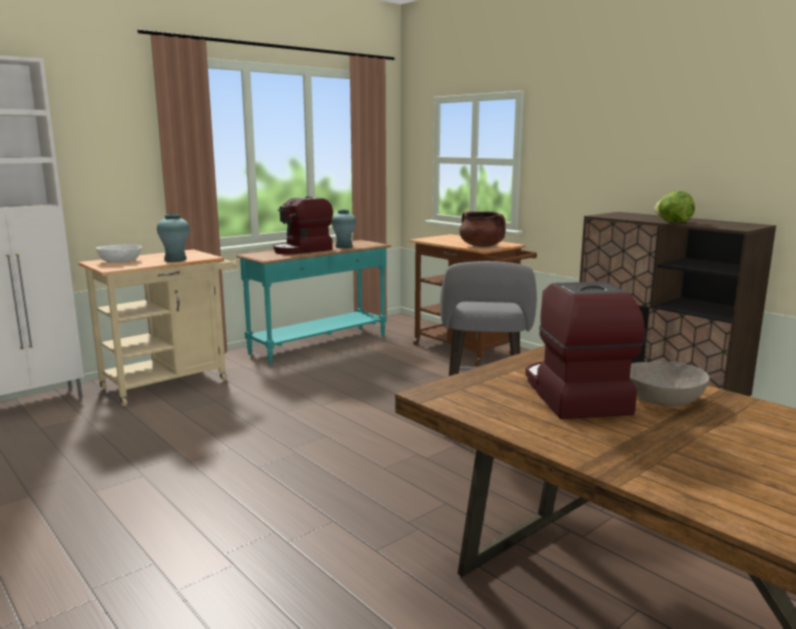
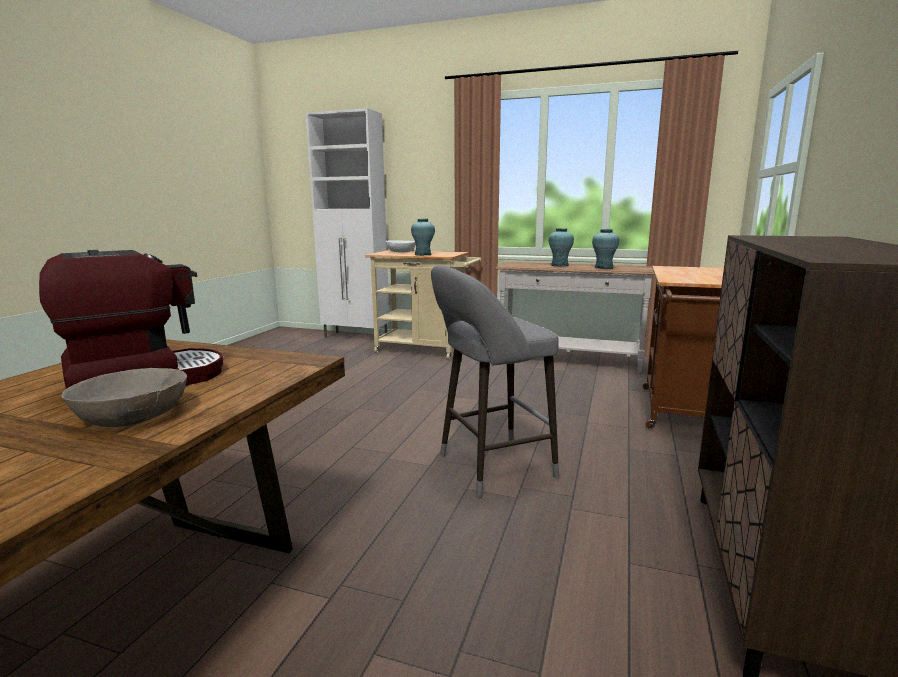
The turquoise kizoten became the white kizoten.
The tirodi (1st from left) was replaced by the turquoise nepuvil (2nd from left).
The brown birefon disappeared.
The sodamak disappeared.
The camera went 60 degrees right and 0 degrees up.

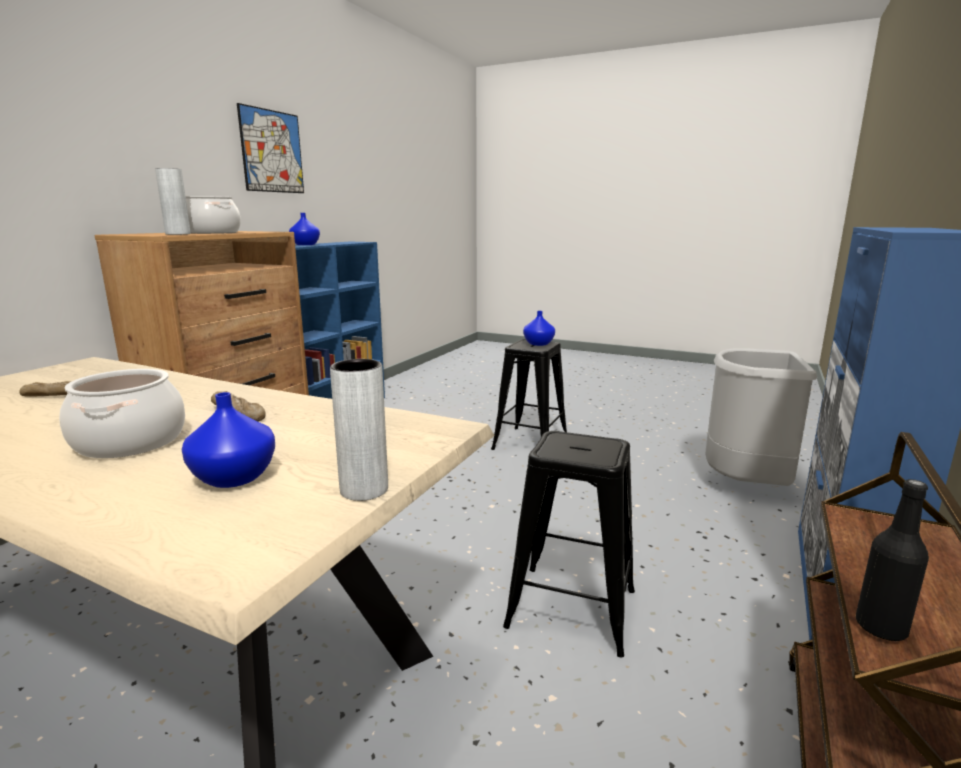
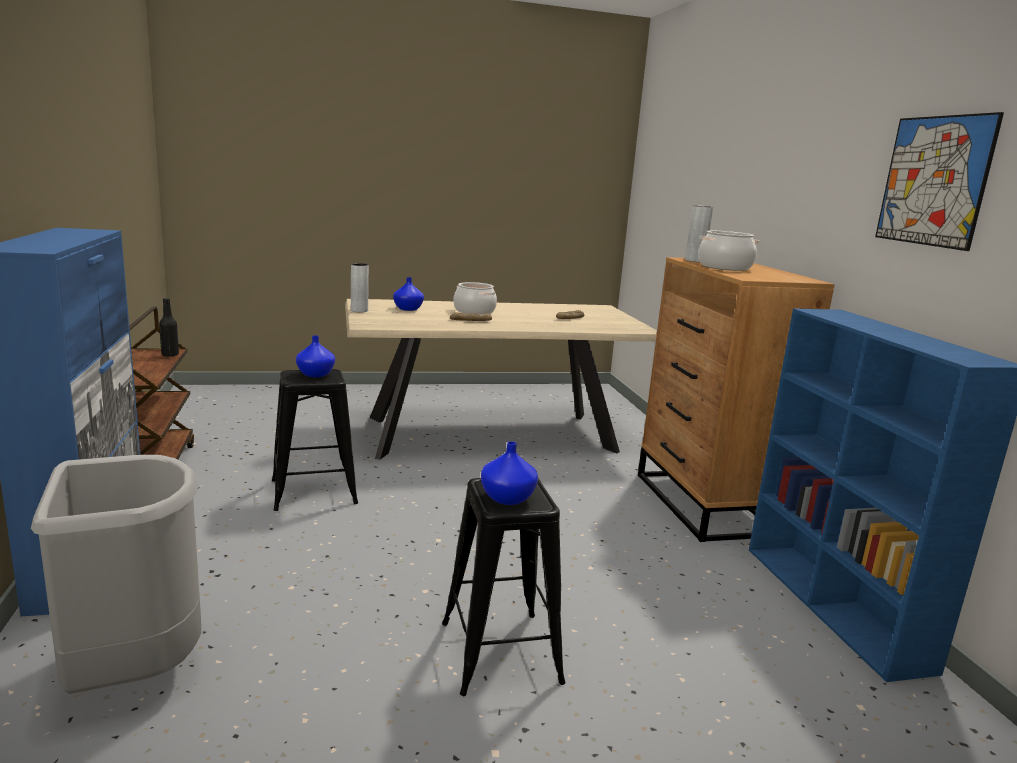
The blue nepuvil (2nd from left in the first image) moved.
The camera went 140 degrees right and 0 degrees up.

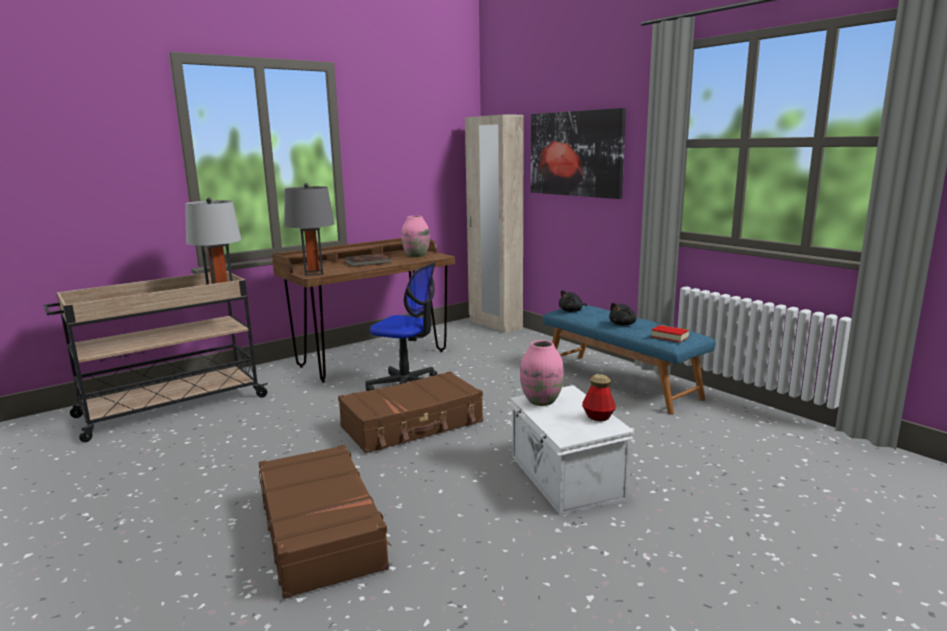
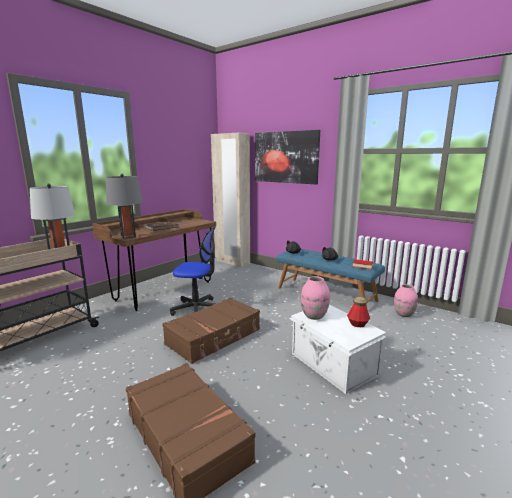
The pink nepuvil (1st from left in the first image) moved.
The camera went 15 degrees left and 0 degrees up.

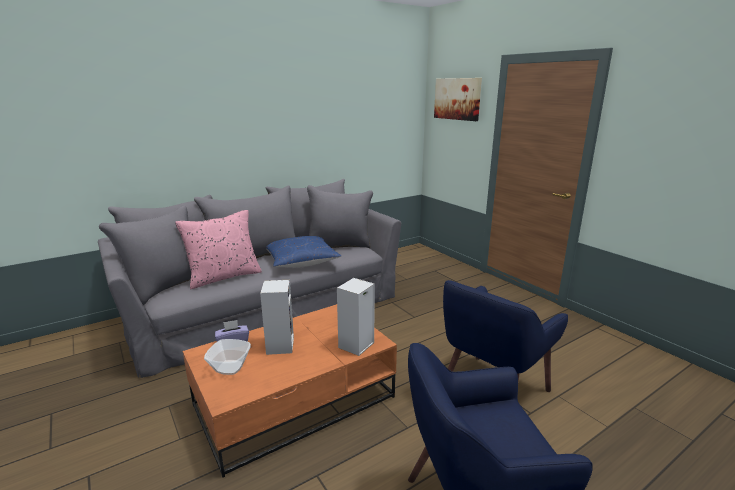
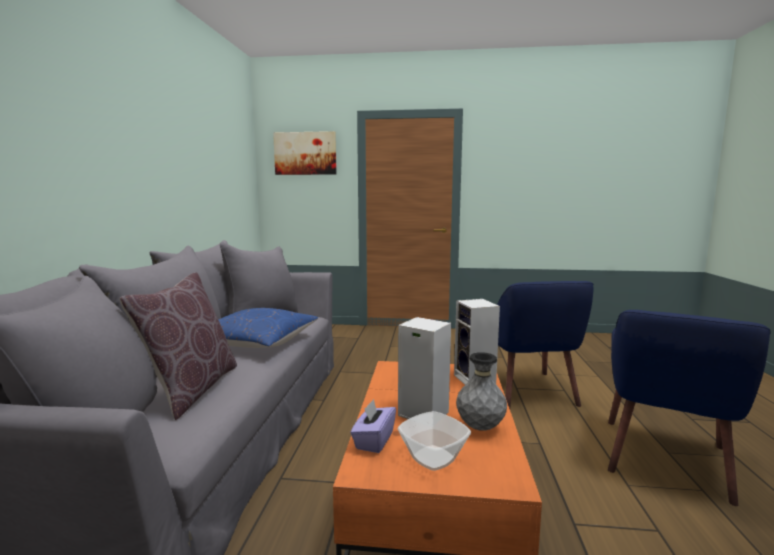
The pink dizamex became the brown dizamex.
The grey nepuvil appeared.
The camera went 50 degrees left and 10 degrees down.

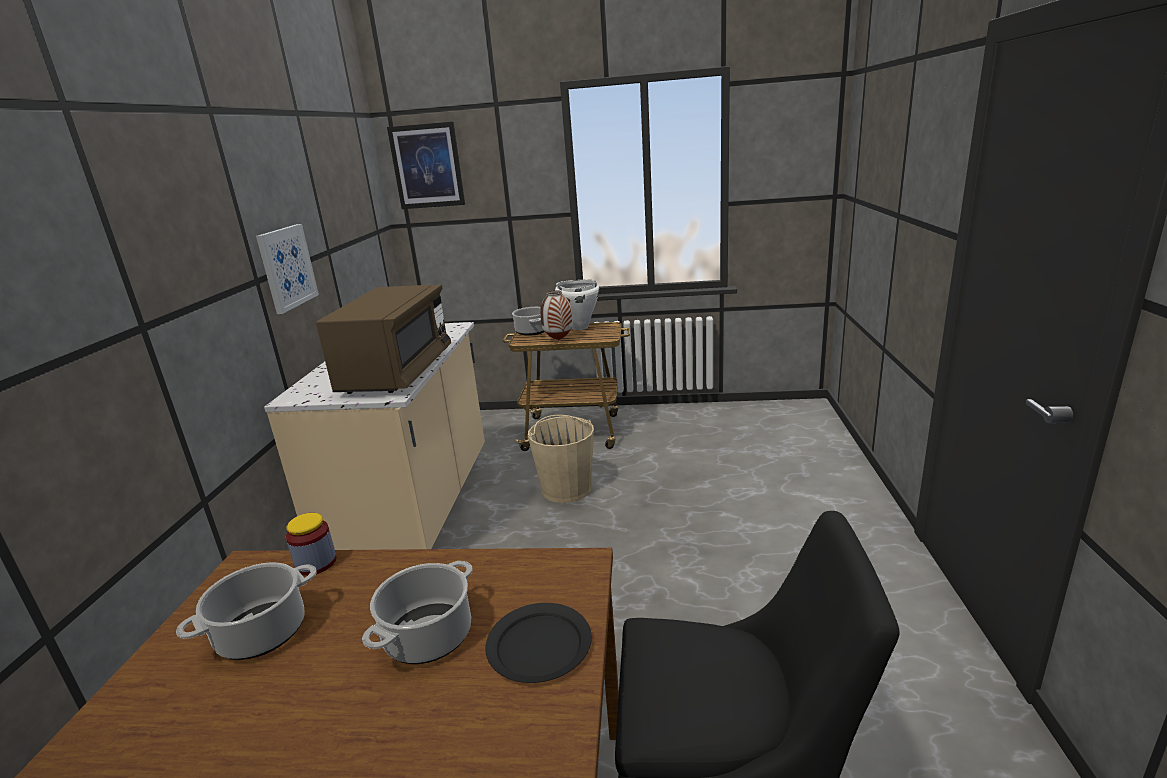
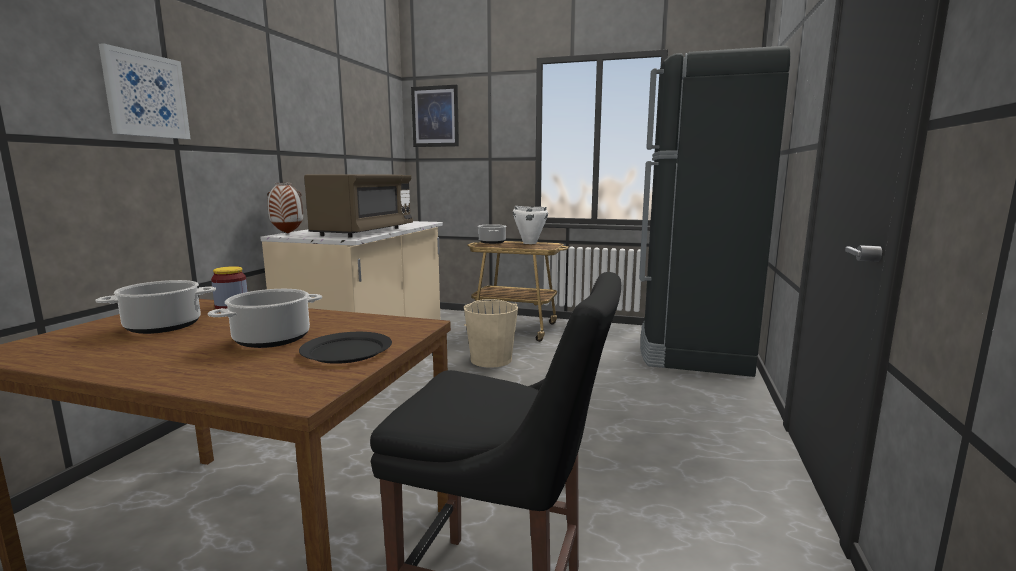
The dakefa (1st from left) moved.
The nepuvil moved.
The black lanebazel appeared.
The camera went 10 degrees right and 10 degrees down.

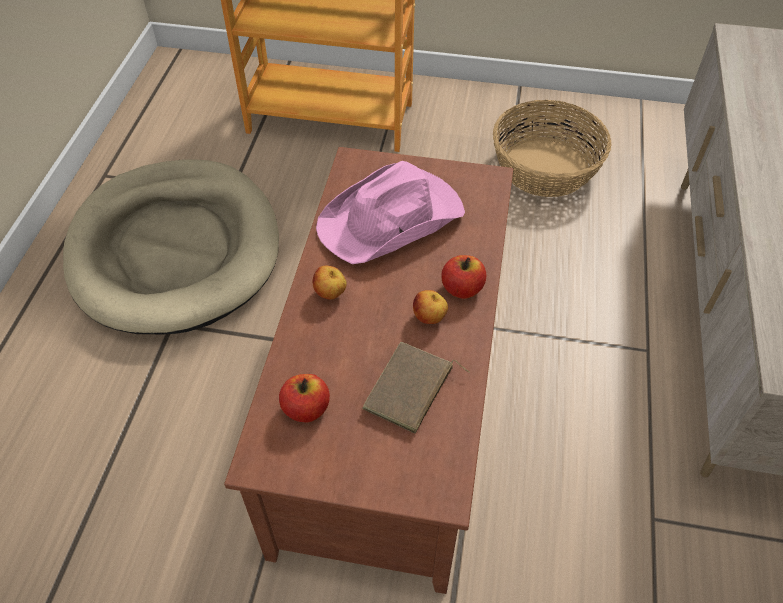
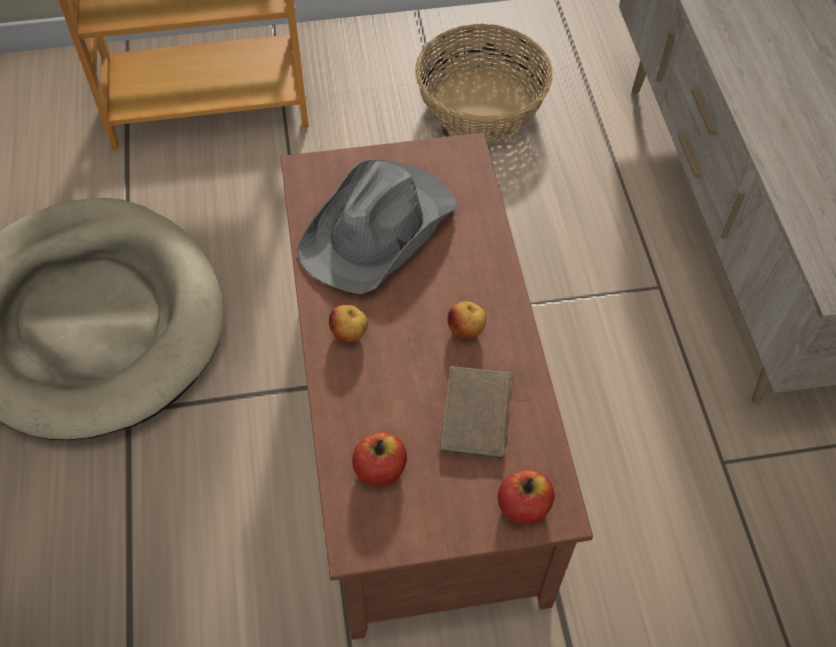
The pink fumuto became the grey fumuto.
The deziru (4th from left) moved.
The camera went 20 degrees left and 5 degrees up.

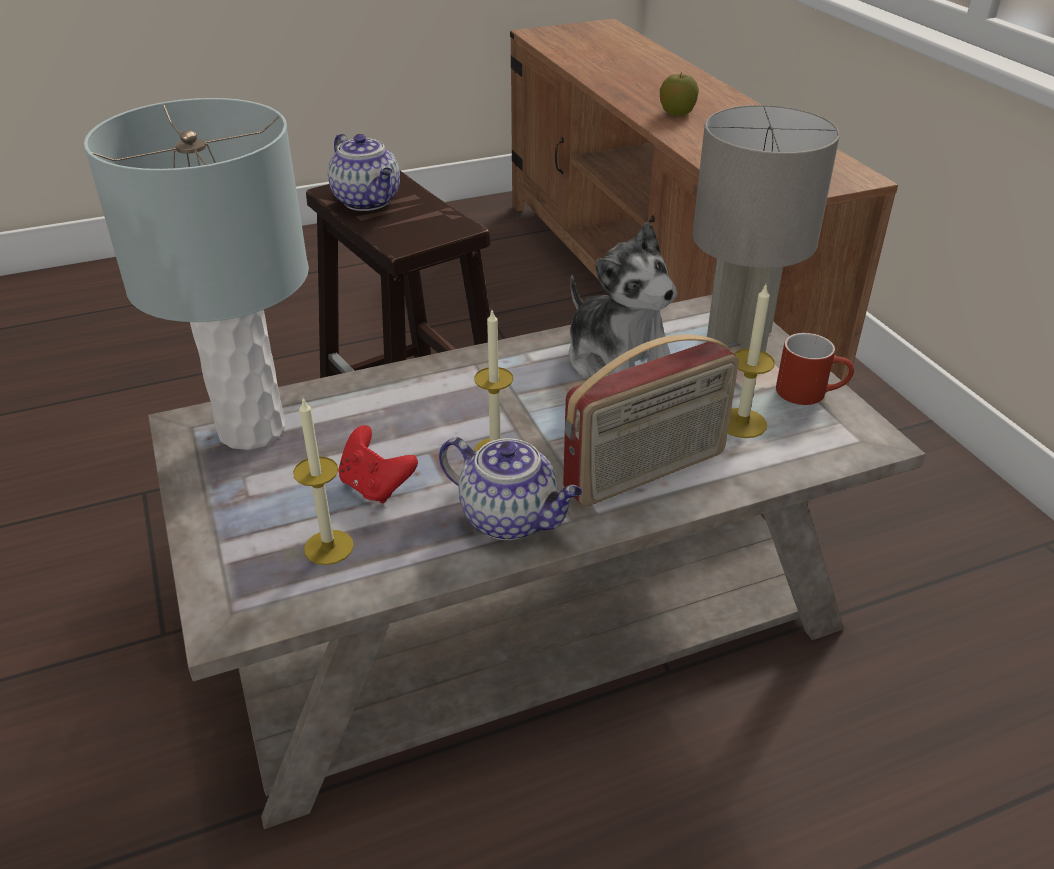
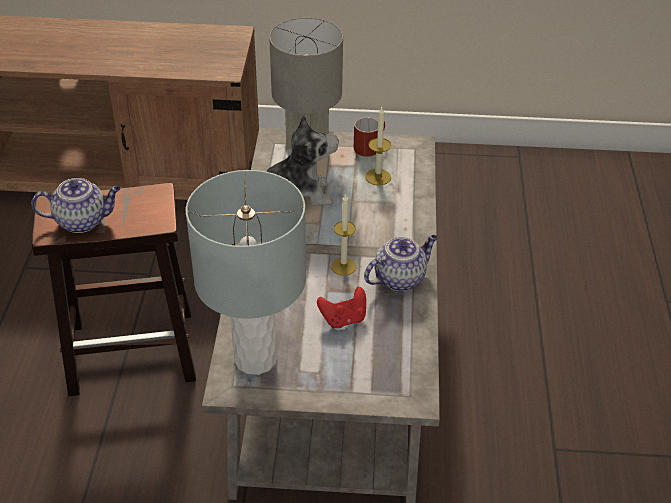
The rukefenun (1st from left) disappeared.
The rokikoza disappeared.
The deziru disappeared.
The camera went 65 degrees left and 5 degrees up.

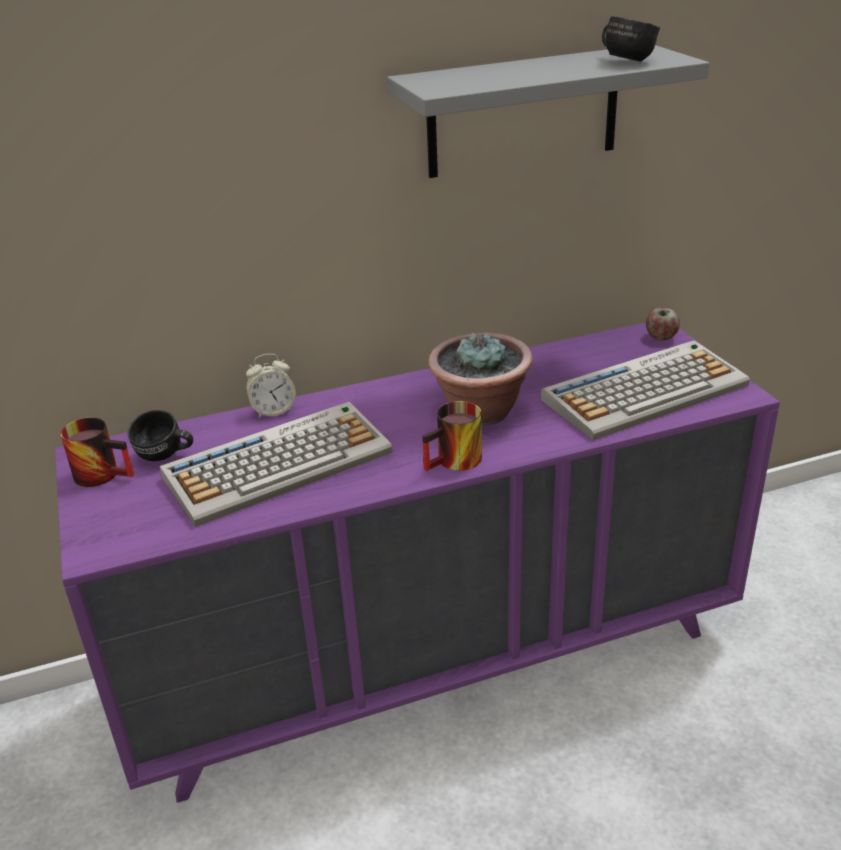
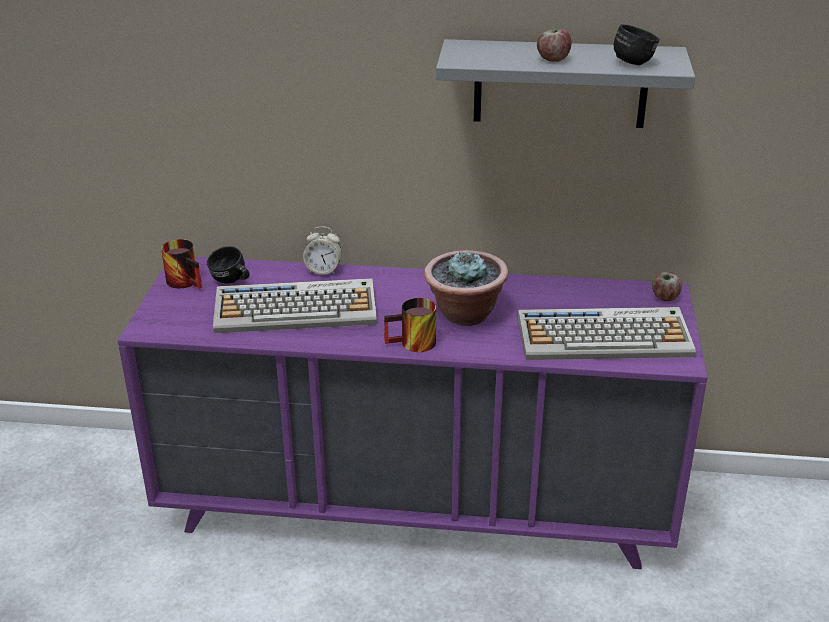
The deziru (1st from left) appeared.
The camera went 25 degrees right and 0 degrees up.

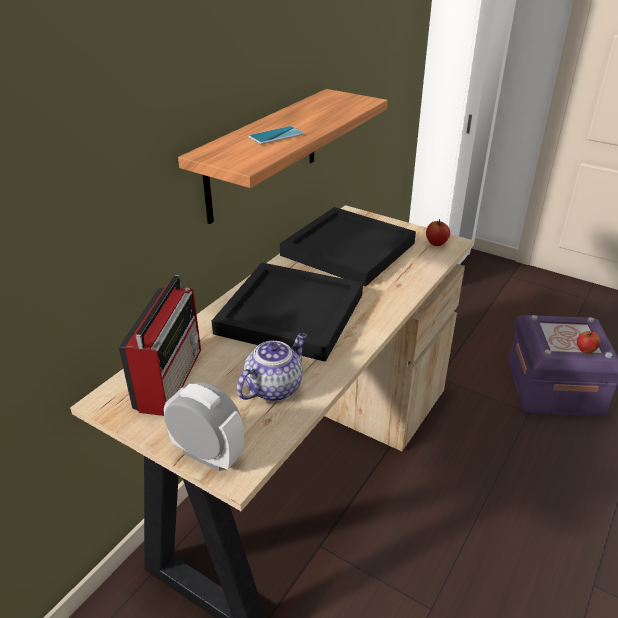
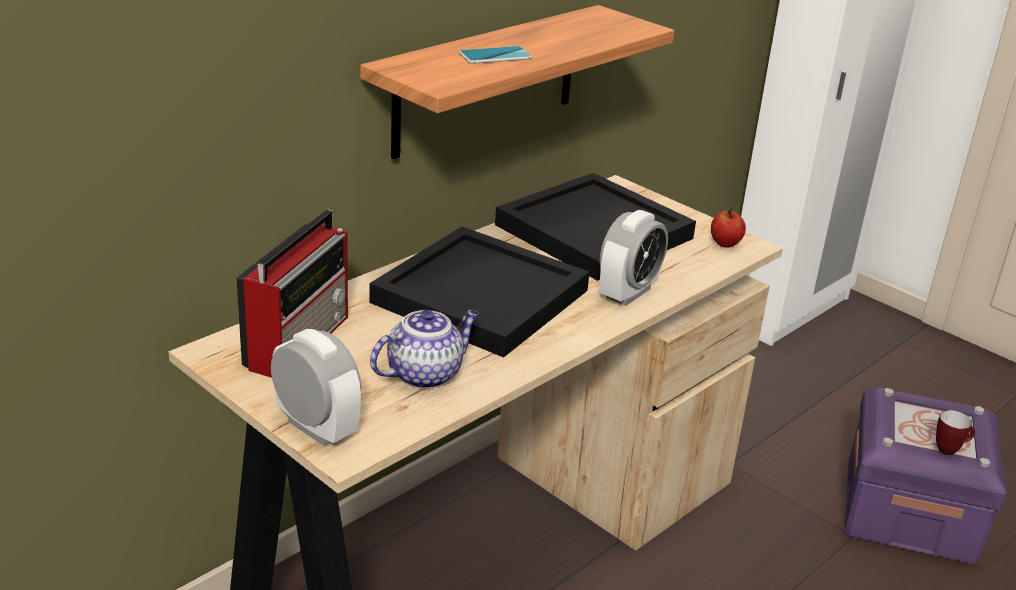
The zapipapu (2nd from left) appeared.
The deziru (2nd from left) was replaced by the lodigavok.
The camera went 10 degrees right and 5 degrees down.

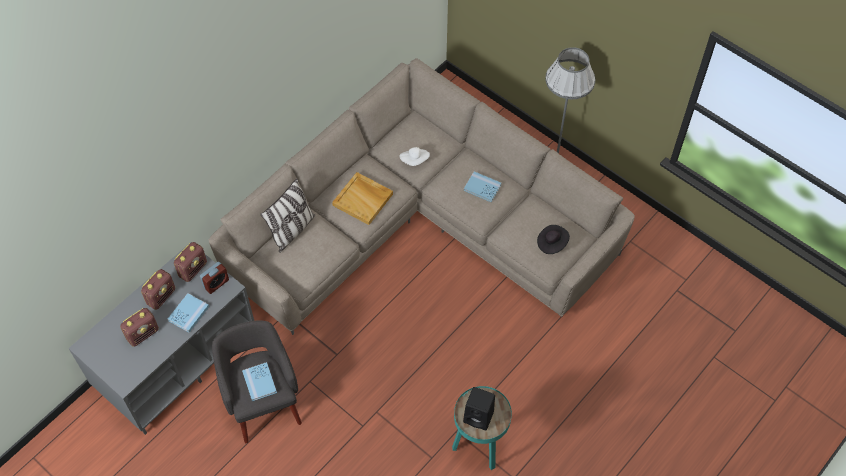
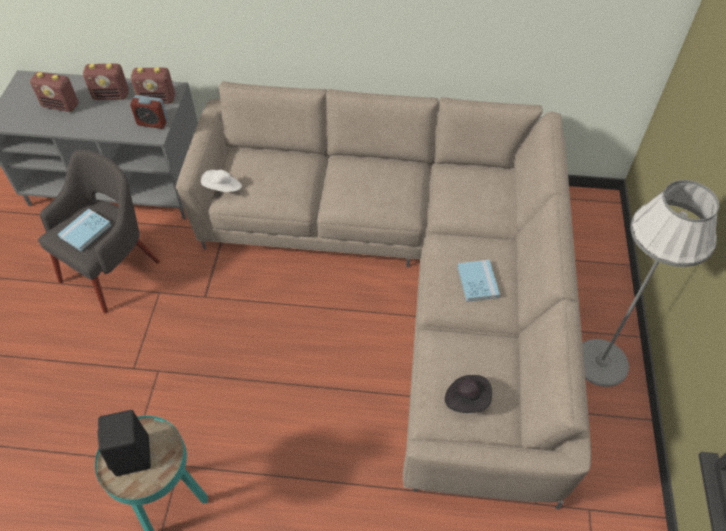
The white fumuto moved.
The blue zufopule (1st from left) disappeared.
The dizamex disappeared.
The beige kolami disappeared.
The camera went 55 degrees right and 5 degrees down.

